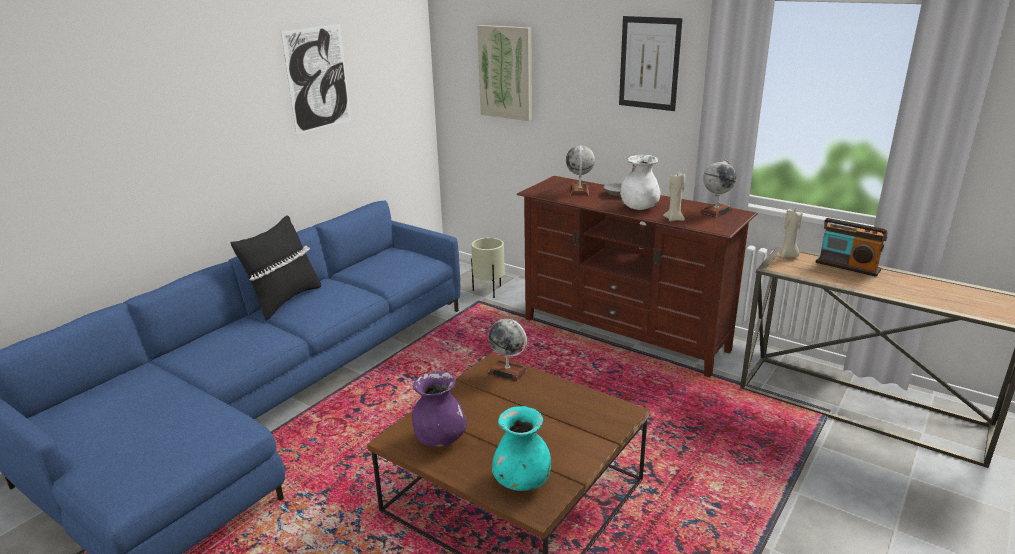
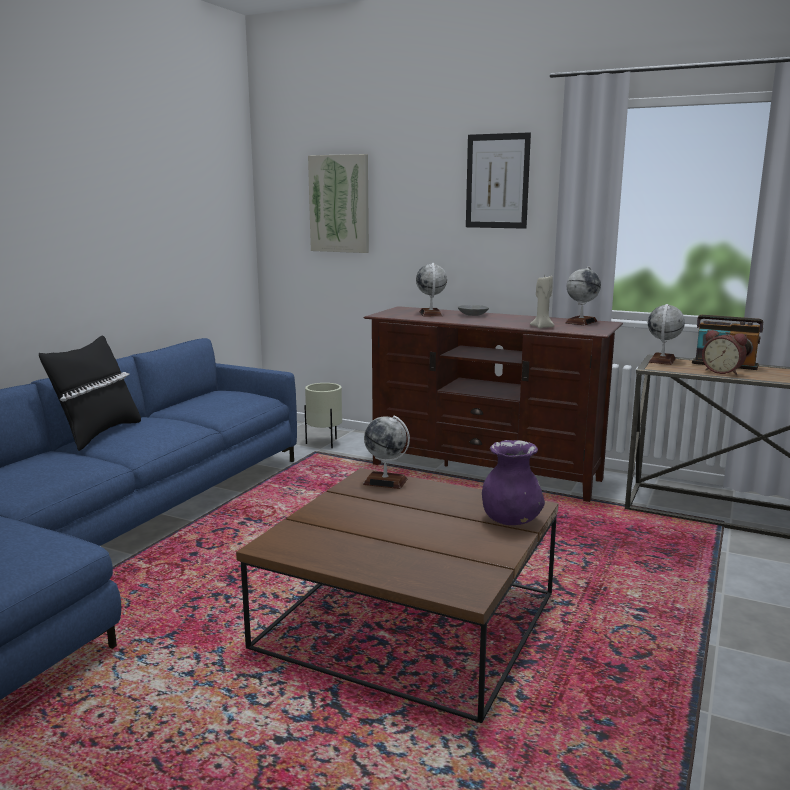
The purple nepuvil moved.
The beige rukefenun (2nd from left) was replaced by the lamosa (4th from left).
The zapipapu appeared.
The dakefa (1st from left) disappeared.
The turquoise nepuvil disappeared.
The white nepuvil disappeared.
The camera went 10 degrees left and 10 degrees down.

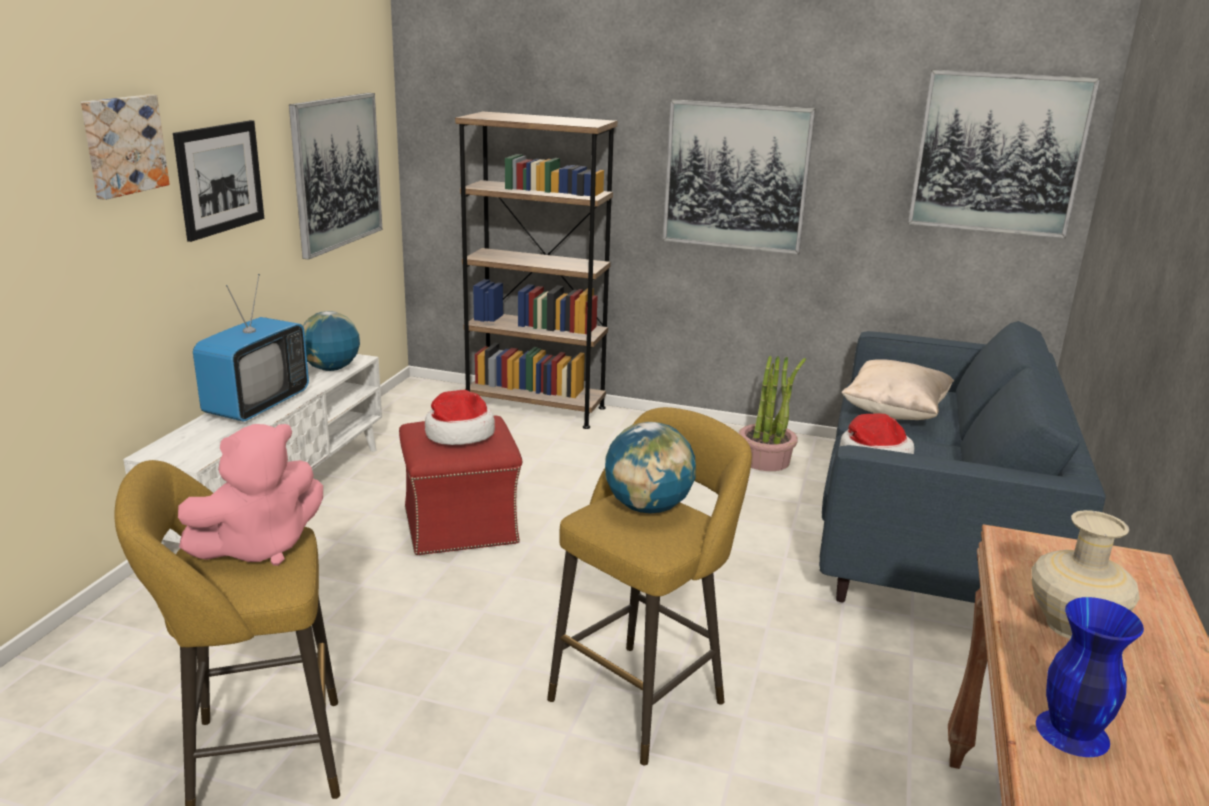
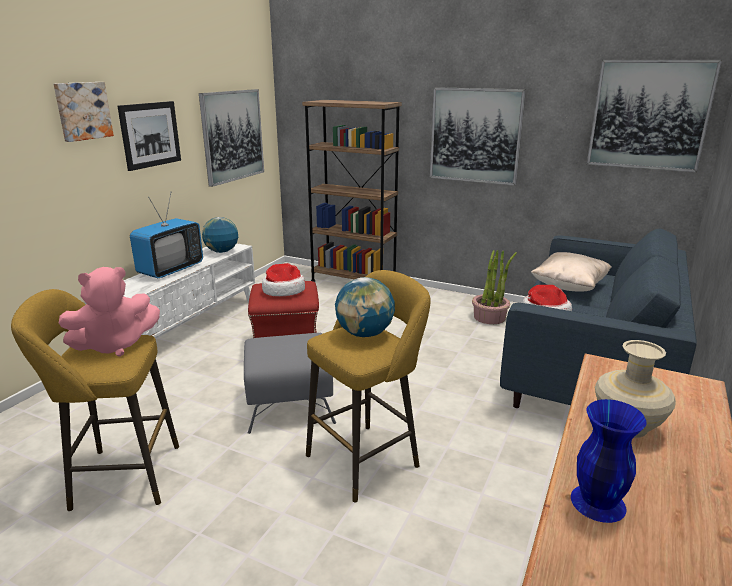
The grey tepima appeared.
The camera went 10 degrees right and 0 degrees up.

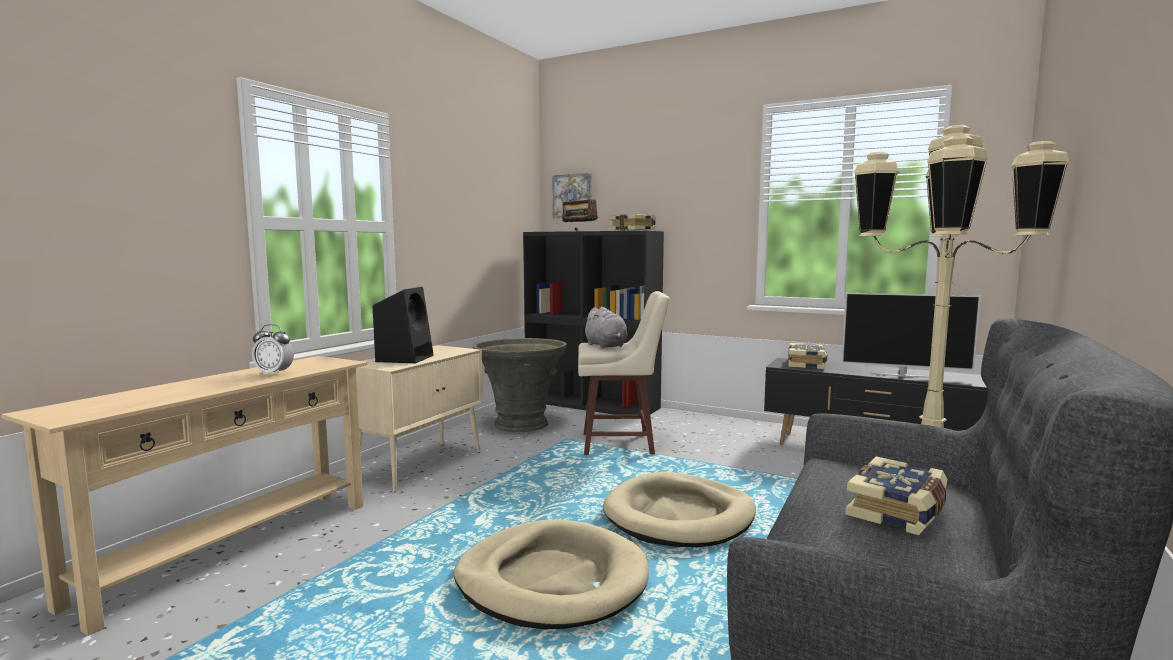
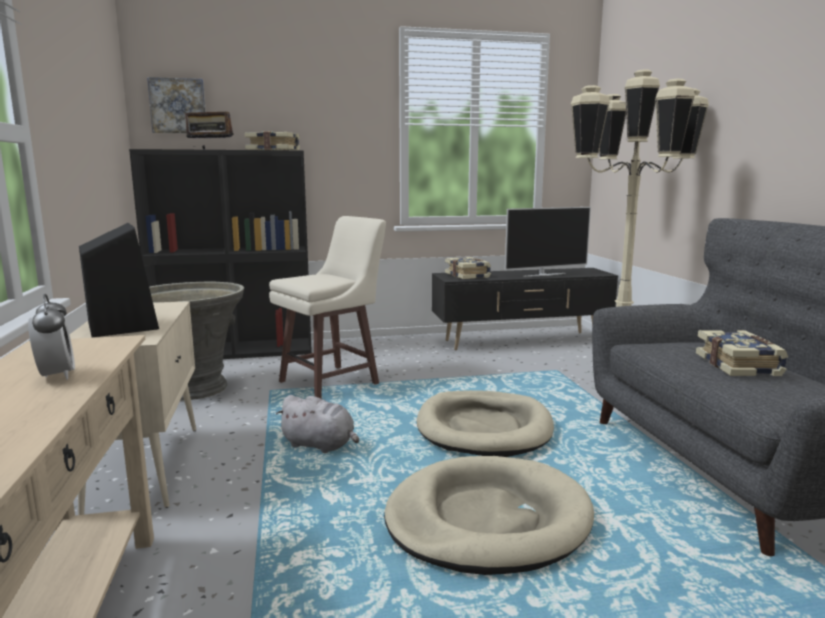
The zapipapu turned 90 degrees counterclockwise.
The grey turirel moved.
The camera went 40 degrees left and 5 degrees up.

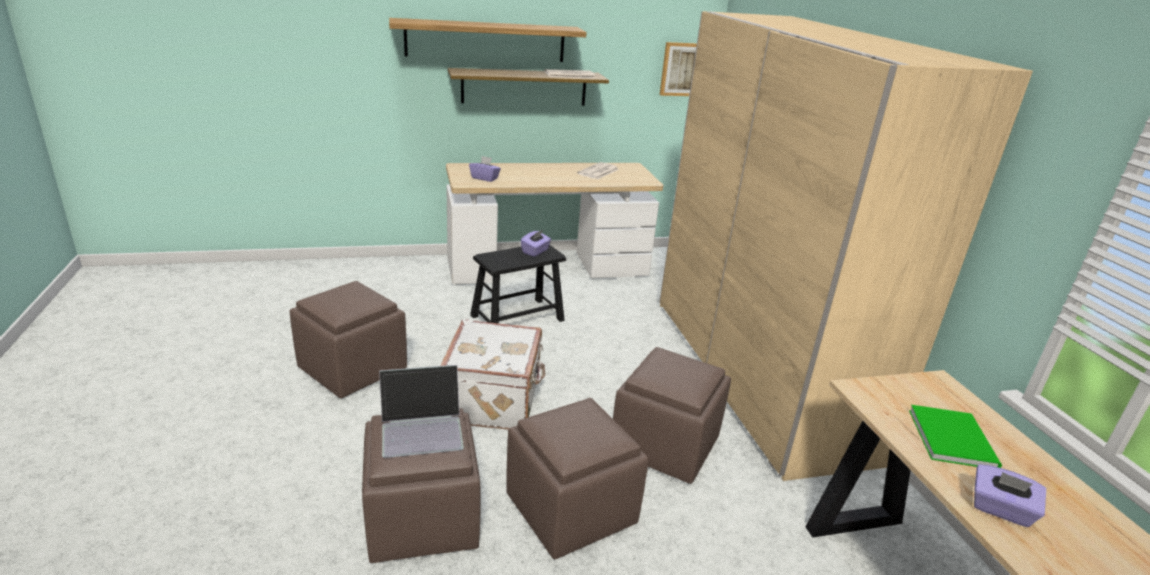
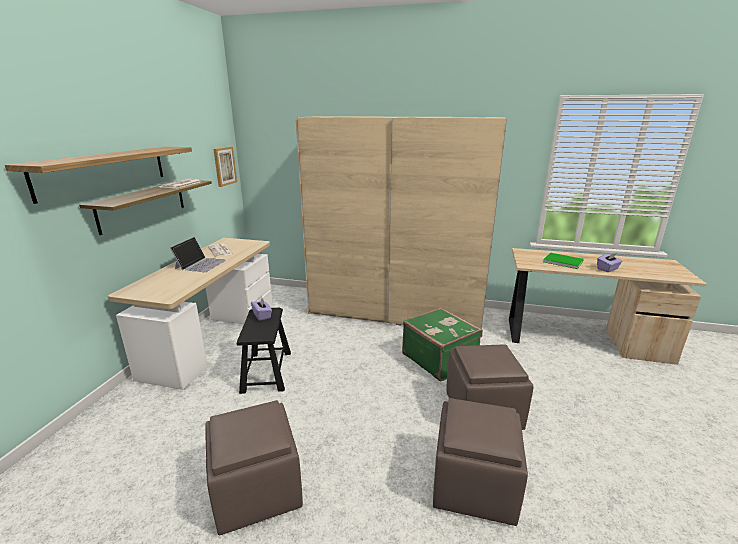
The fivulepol moved.
The brown tepima (4th from left) was replaced by the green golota.
The white golota disappeared.
The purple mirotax (1st from left) disappeared.
The camera went 60 degrees left and 5 degrees down.

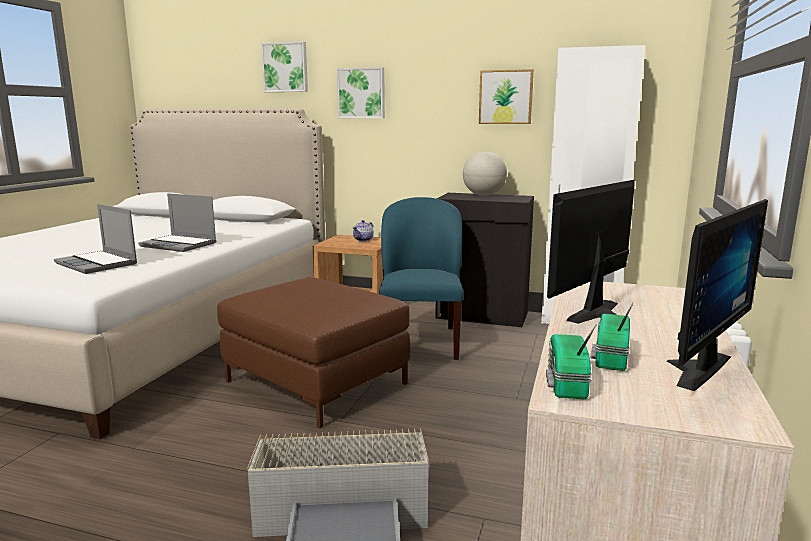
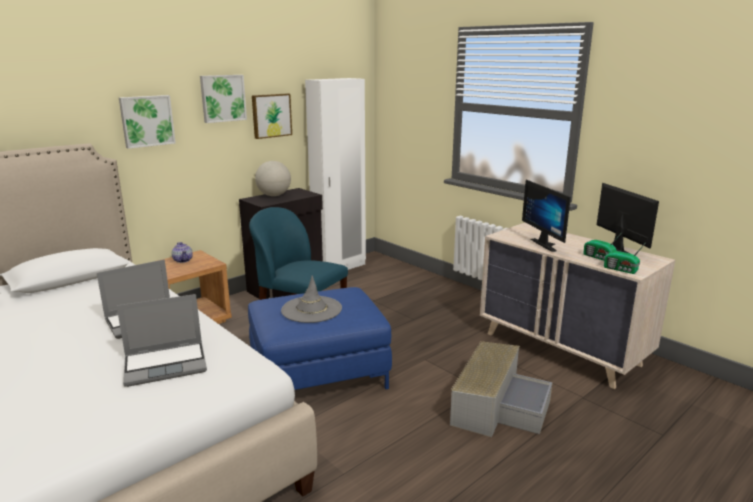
The dakefa (1st from left in the first image) moved.
The brown tepima became the blue tepima.
The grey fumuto appeared.
The camera went 60 degrees left and 5 degrees up.

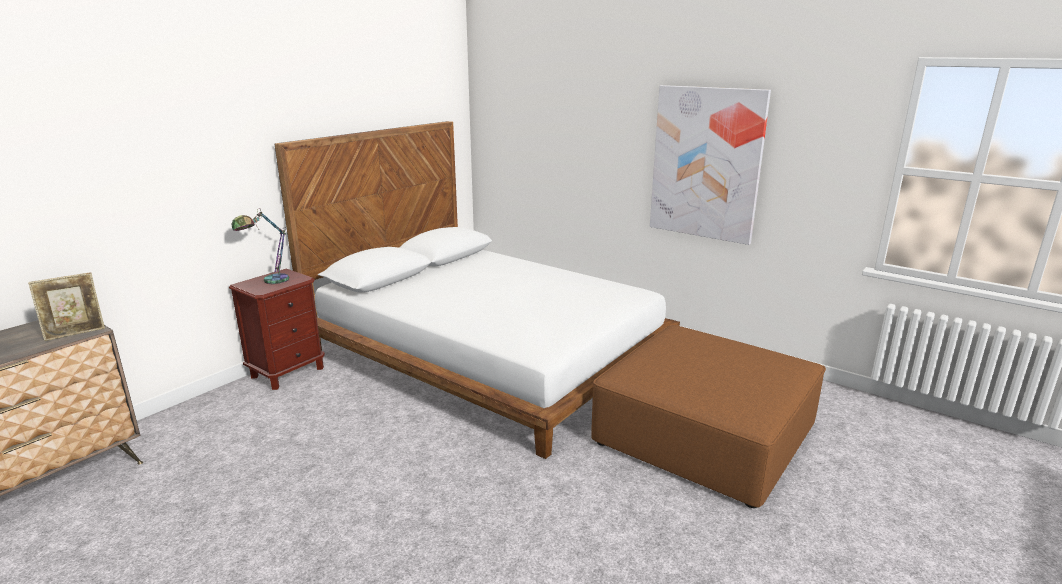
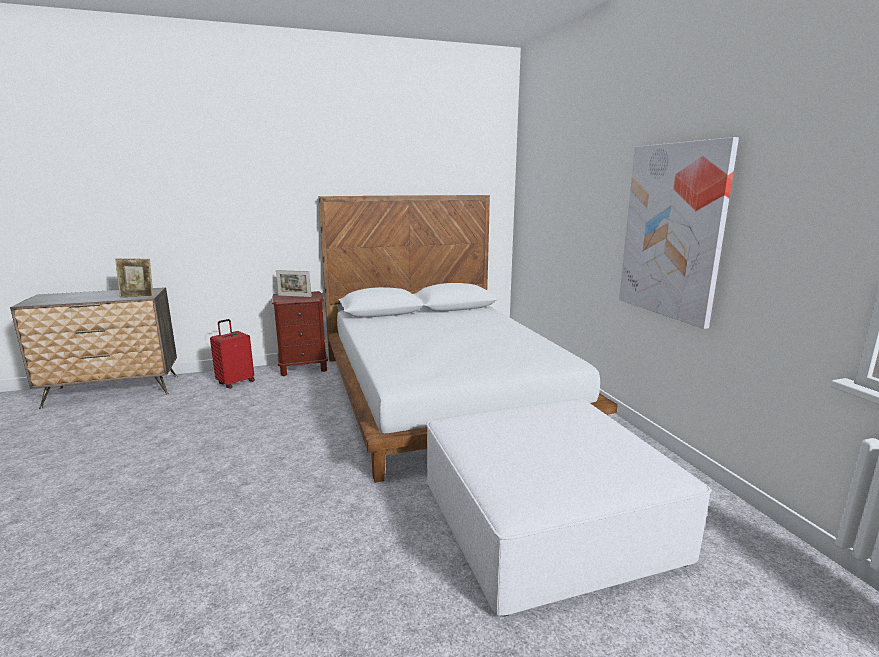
The red golota appeared.
The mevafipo was replaced by the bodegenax (2nd from left).
The brown tepima became the white tepima.
The camera went 35 degrees right and 5 degrees down.

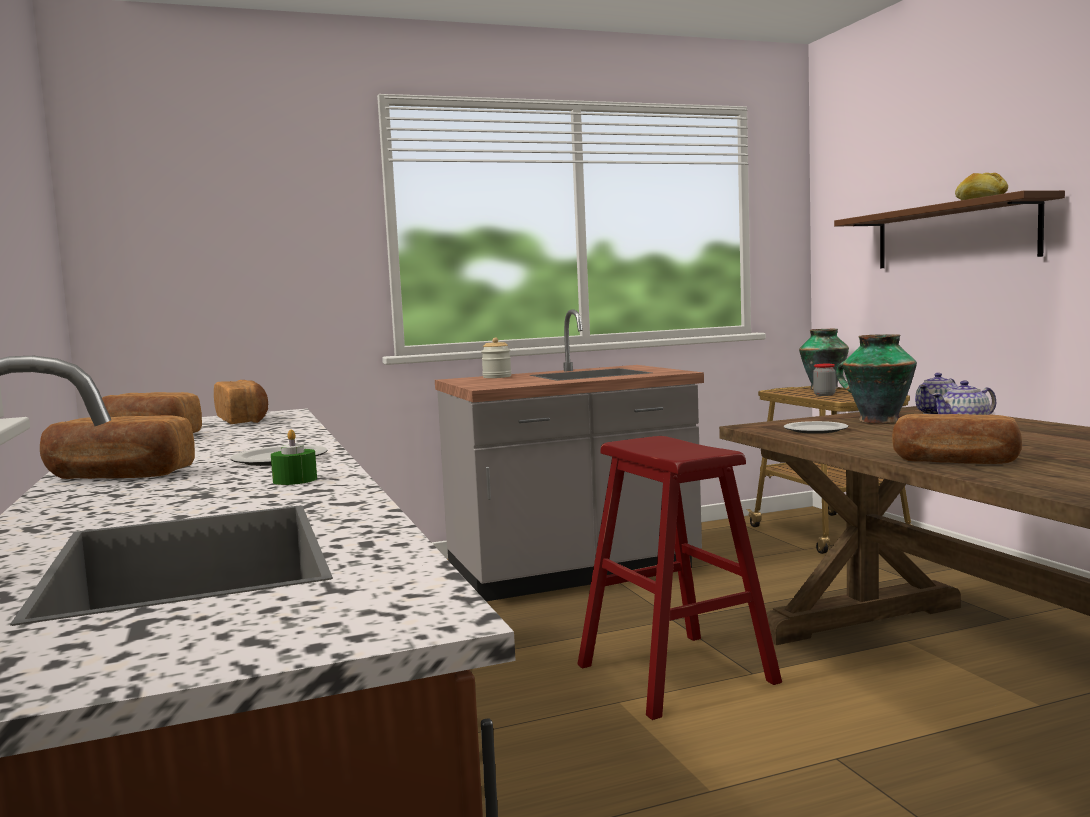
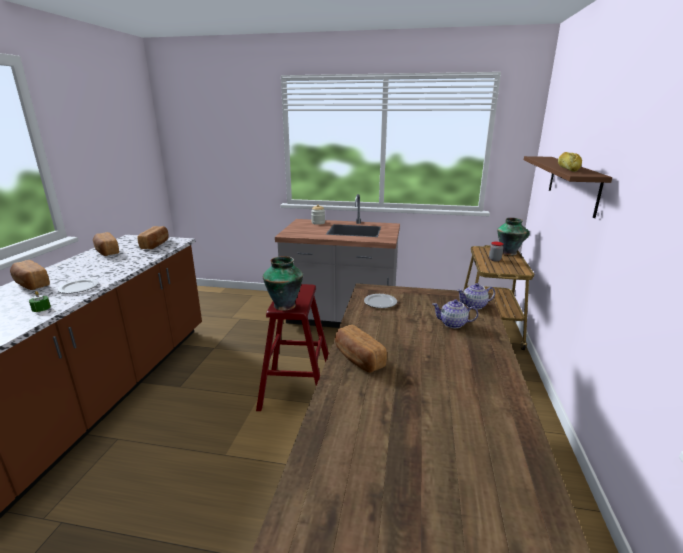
The nepuvil (2nd from left in the first image) moved.
The camera went 30 degrees right and 15 degrees up.

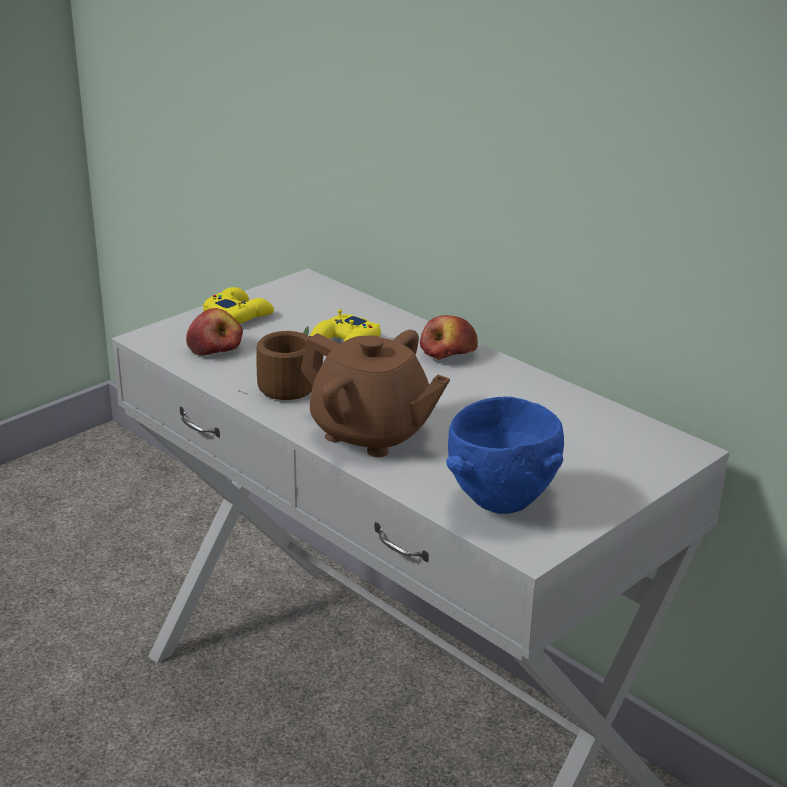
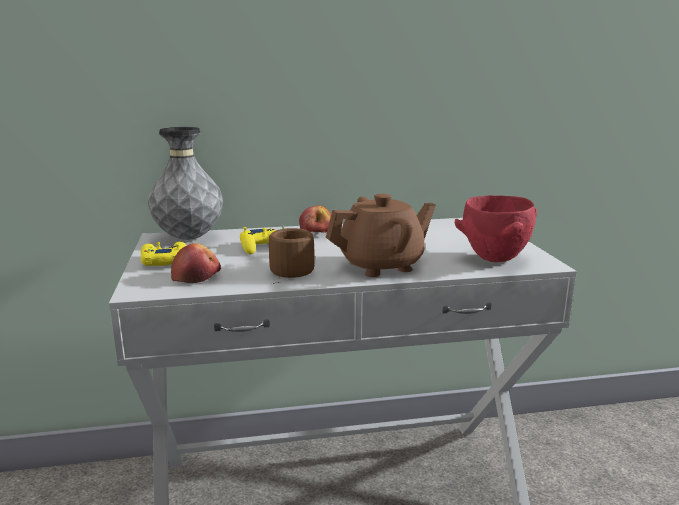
The grey nepuvil appeared.
The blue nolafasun became the red nolafasun.
The camera went 55 degrees left and 10 degrees down.

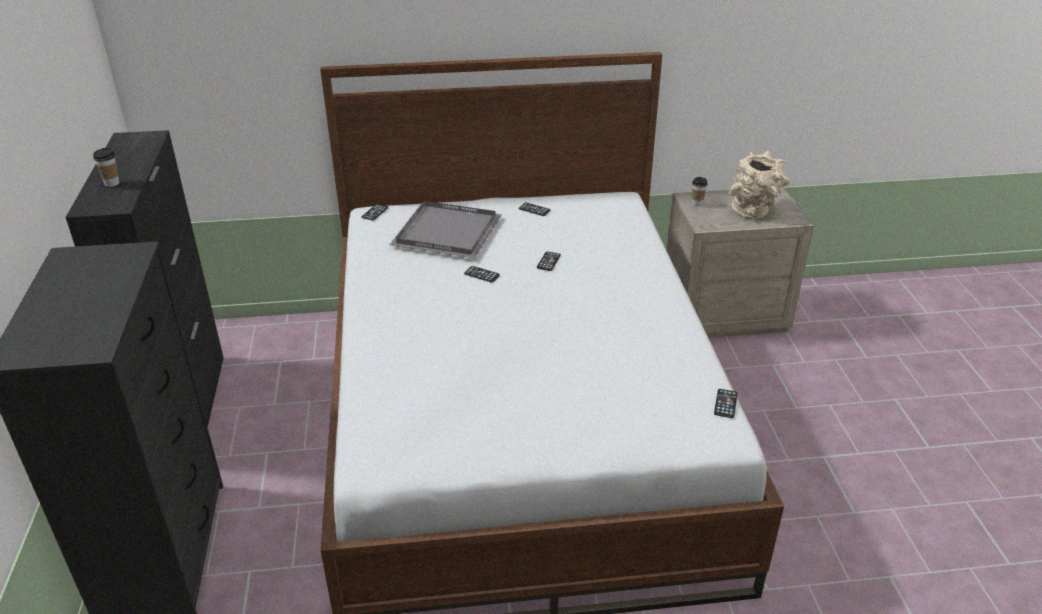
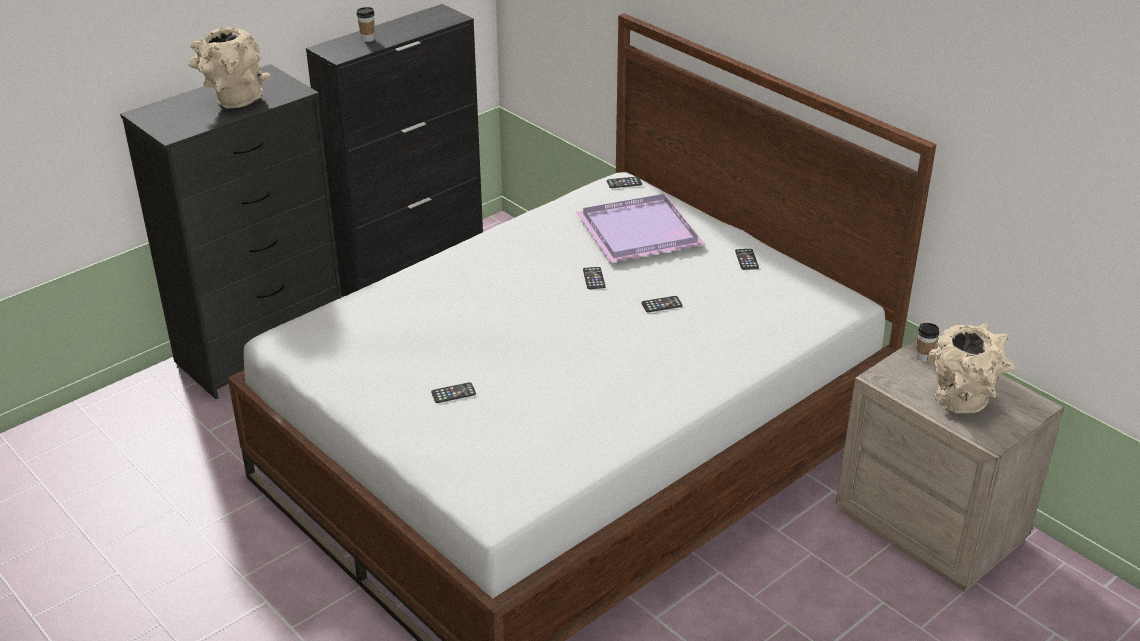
The beige nepuvil (1st from left) appeared.
The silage (5th from left in the first image) moved.
The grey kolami became the purple kolami.
The camera went 55 degrees right and 0 degrees up.

